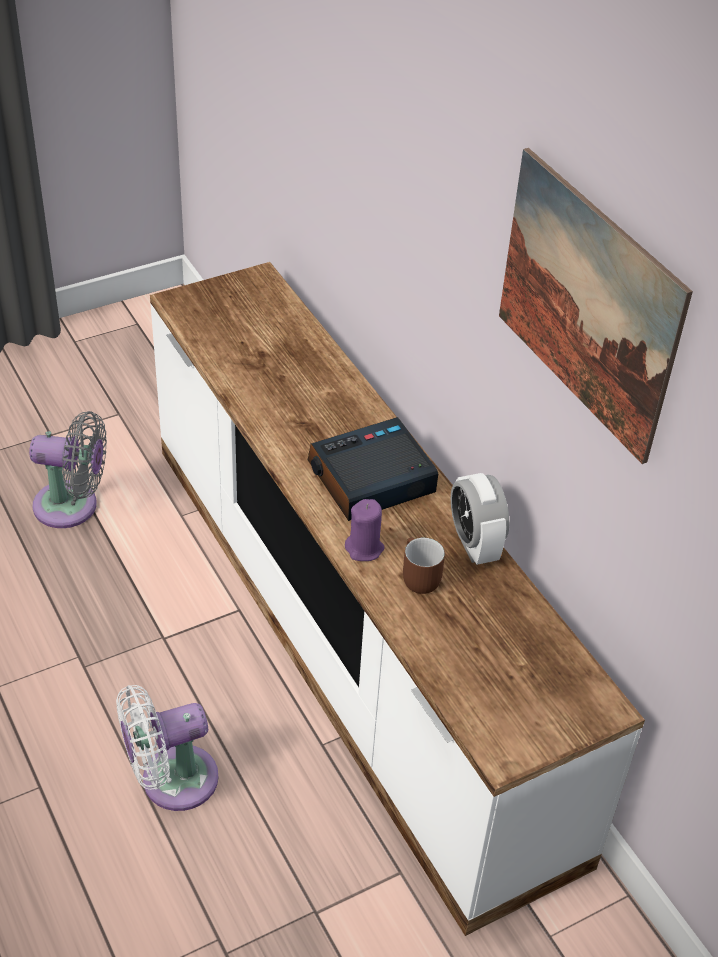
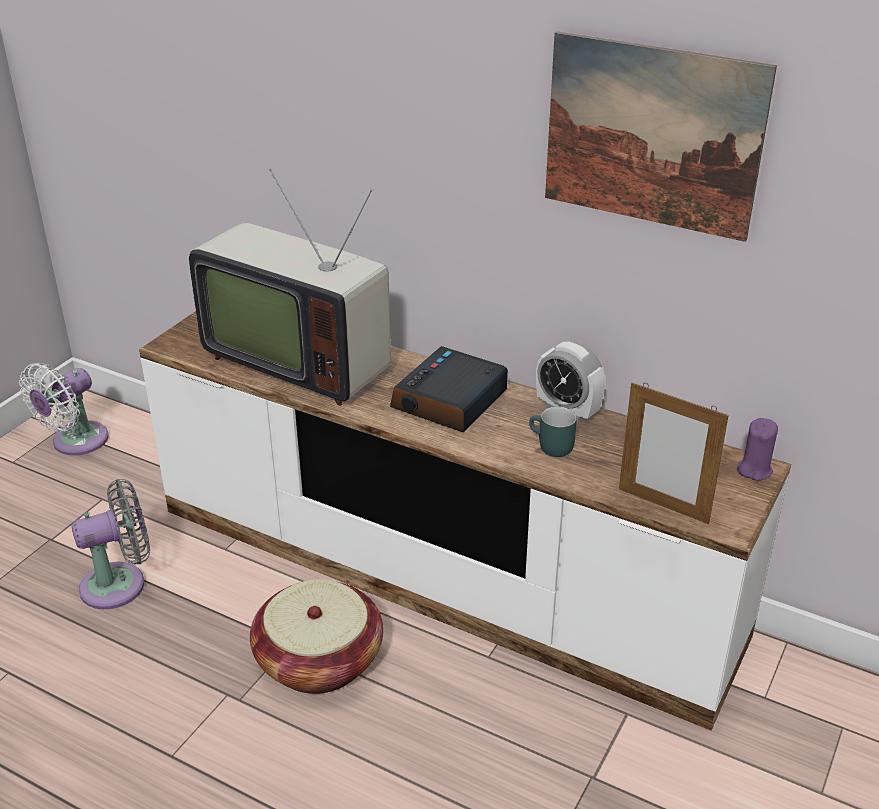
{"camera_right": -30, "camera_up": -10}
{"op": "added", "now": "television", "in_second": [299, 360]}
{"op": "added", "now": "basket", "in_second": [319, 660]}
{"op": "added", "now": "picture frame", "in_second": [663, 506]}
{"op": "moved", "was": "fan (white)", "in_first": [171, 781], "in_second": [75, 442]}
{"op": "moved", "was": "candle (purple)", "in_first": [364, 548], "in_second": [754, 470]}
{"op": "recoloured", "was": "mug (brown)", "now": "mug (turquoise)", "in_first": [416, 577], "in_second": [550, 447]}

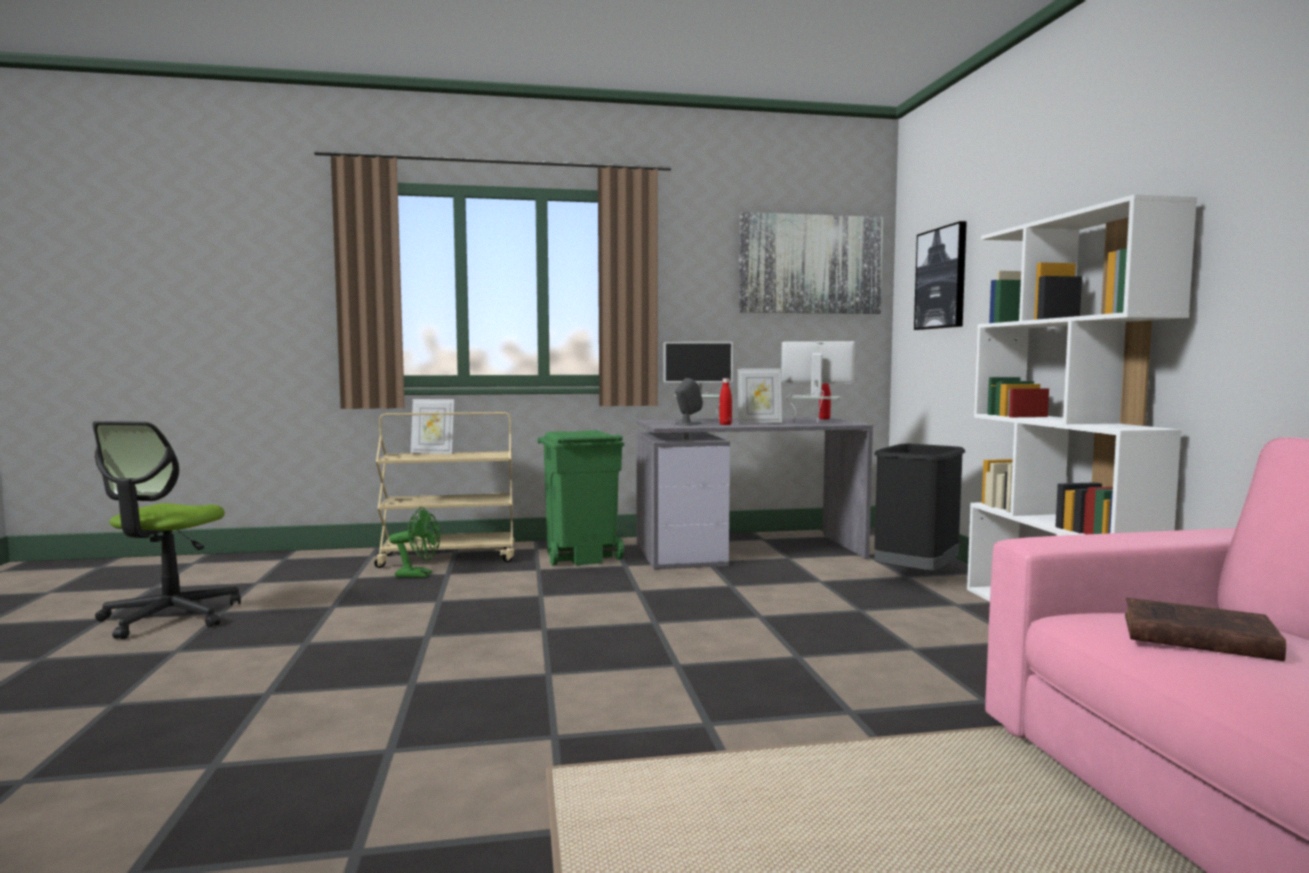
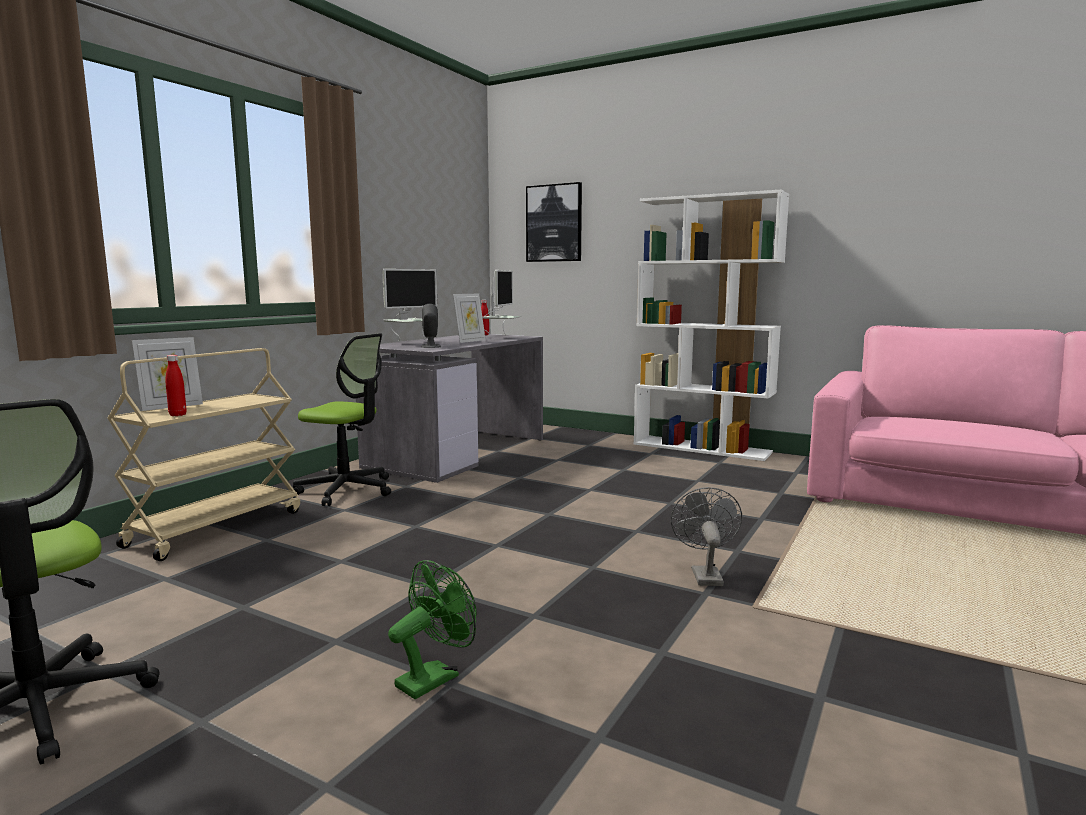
{"camera_right": -50, "camera_up": 5}
{"op": "removed", "was": "picture", "in_first": [810, 264]}
{"op": "removed", "was": "trash can (black)", "in_first": [915, 576]}
{"op": "removed", "was": "book (brown)", "in_first": [1193, 637]}
{"op": "added", "now": "fan (grey)", "in_second": [704, 574]}
{"op": "moved", "was": "fan (green)", "in_first": [419, 575], "in_second": [434, 677]}
{"op": "moved", "was": "bottle (red)", "in_first": [725, 424], "in_second": [177, 415]}
{"op": "replaced", "was": "trash can (green)", "now": "office chair", "in_first": [580, 556], "in_second": [347, 490]}
{"op": "turned", "was": "monitor", "in_first": [815, 422], "in_second": [501, 338], "clockwise": 135}

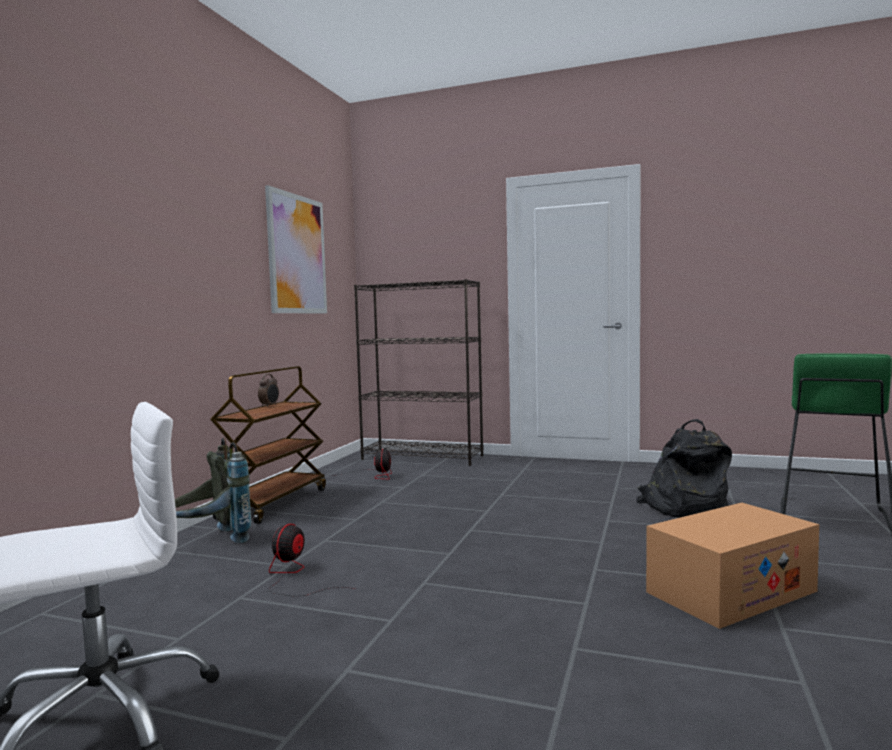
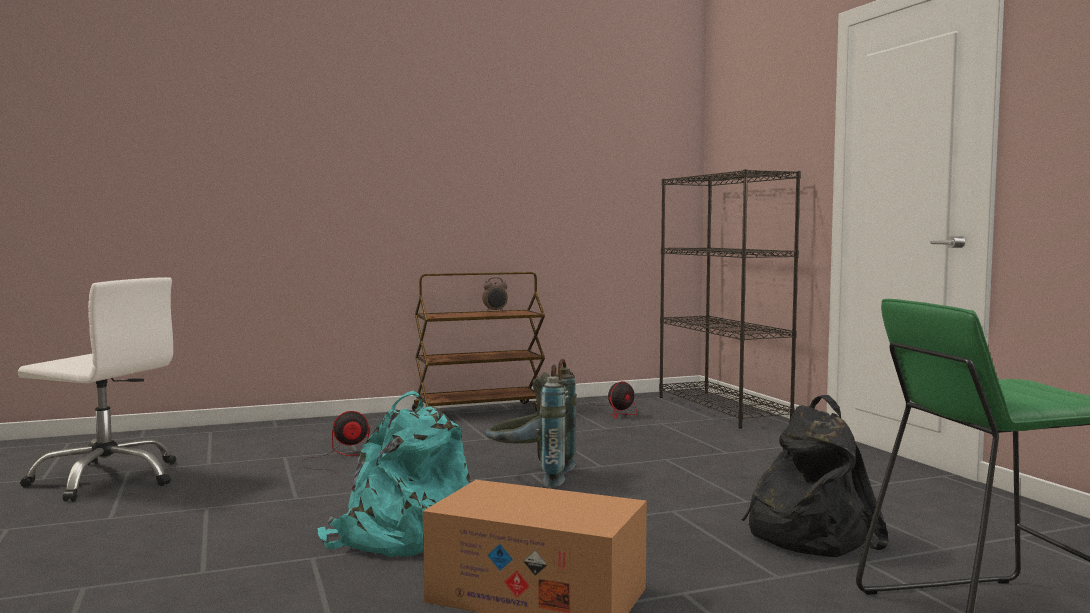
{"camera_right": 50, "camera_up": 0}
{"op": "removed", "was": "picture", "in_first": [297, 254]}
{"op": "added", "now": "backpack (turquoise)", "in_second": [400, 537]}
{"op": "moved", "was": "backpack (grey)", "in_first": [211, 541], "in_second": [532, 476]}

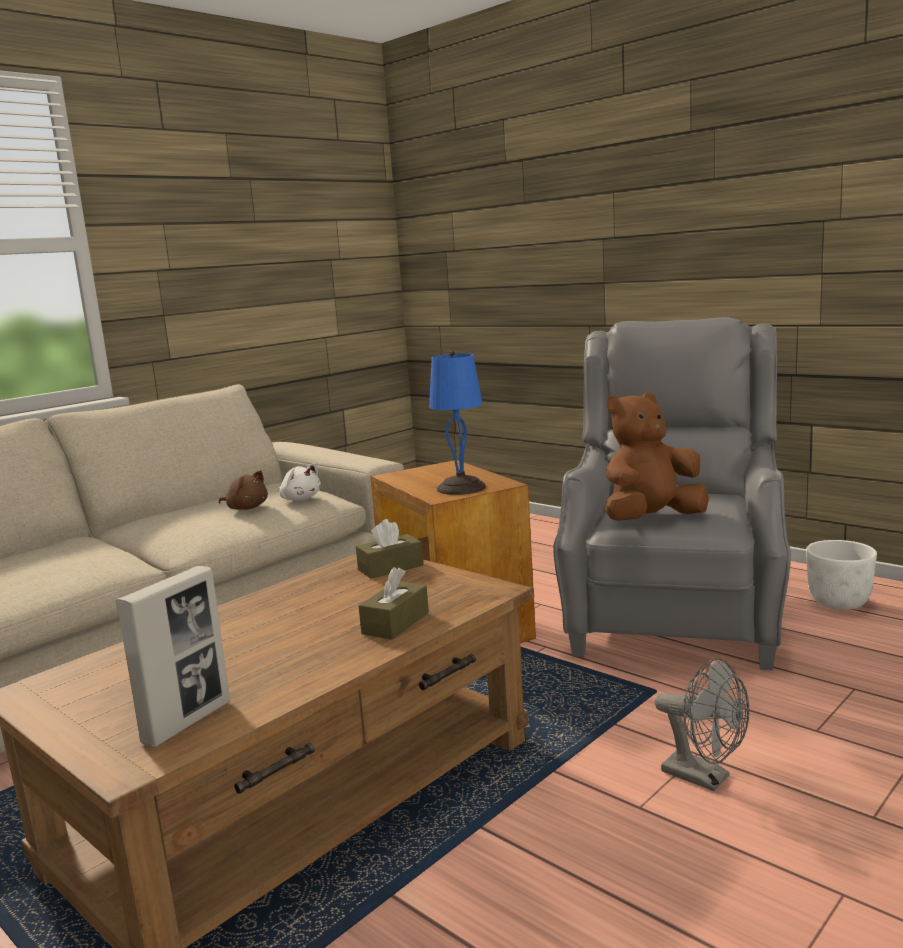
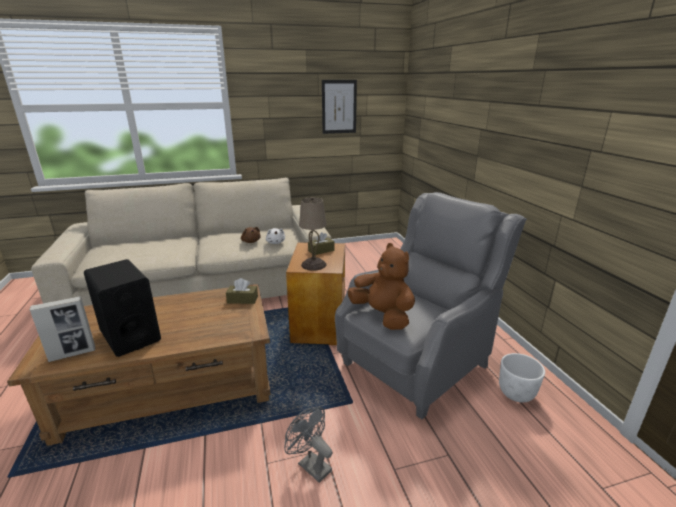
{"camera_right": 30, "camera_up": 10}
{"op": "added", "now": "speaker (black)", "in_second": [130, 335]}
{"op": "added", "now": "picture", "in_second": [339, 107]}
{"op": "moved", "was": "tissue box (brown)", "in_first": [395, 623], "in_second": [321, 250]}
{"op": "recoloured", "was": "table lamp (blue)", "now": "table lamp (beige)", "in_first": [462, 488], "in_second": [313, 265]}
{"op": "turned", "was": "plush toy (brown)", "in_first": [651, 520], "in_second": [383, 315], "clockwise": 45}
{"op": "turned", "was": "fan (grey)", "in_first": [705, 777], "in_second": [310, 464], "clockwise": 150}

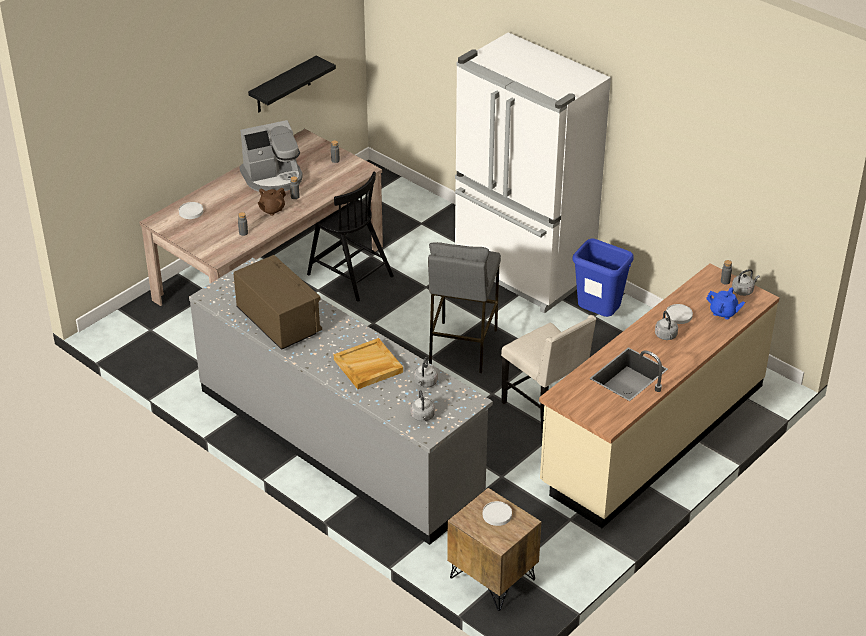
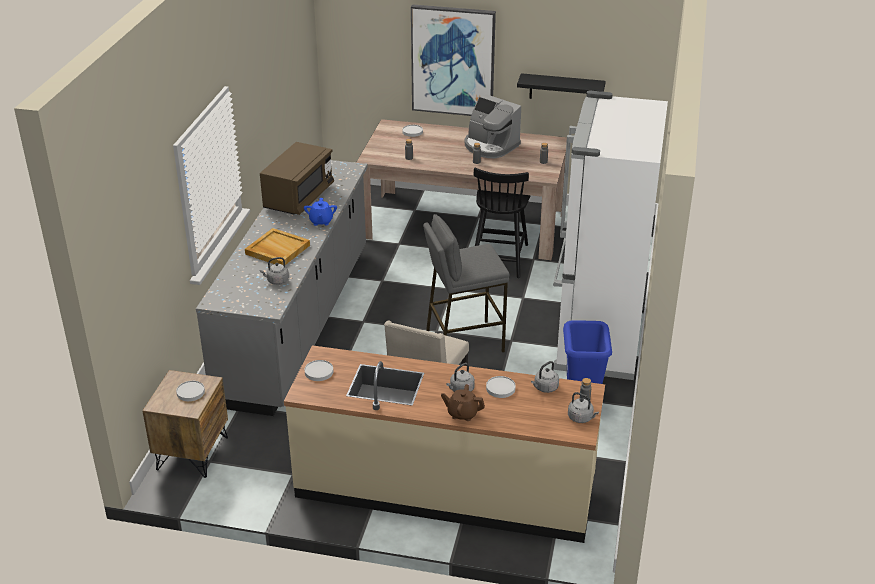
{"camera_right": 60, "camera_up": -5}
{"op": "added", "now": "plate (white)", "in_second": [319, 372]}
{"op": "added", "now": "picture", "in_second": [453, 60]}
{"op": "moved", "was": "teapot (brown)", "in_first": [272, 210], "in_second": [462, 413]}
{"op": "moved", "was": "kettle (grey)", "in_first": [423, 416], "in_second": [545, 388]}
{"op": "moved", "was": "teapot (blue)", "in_first": [723, 312], "in_second": [321, 221]}

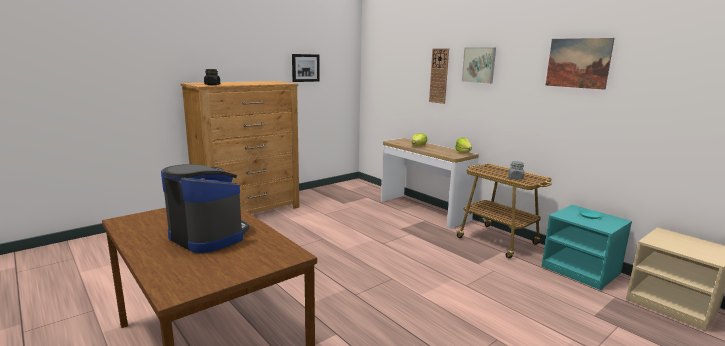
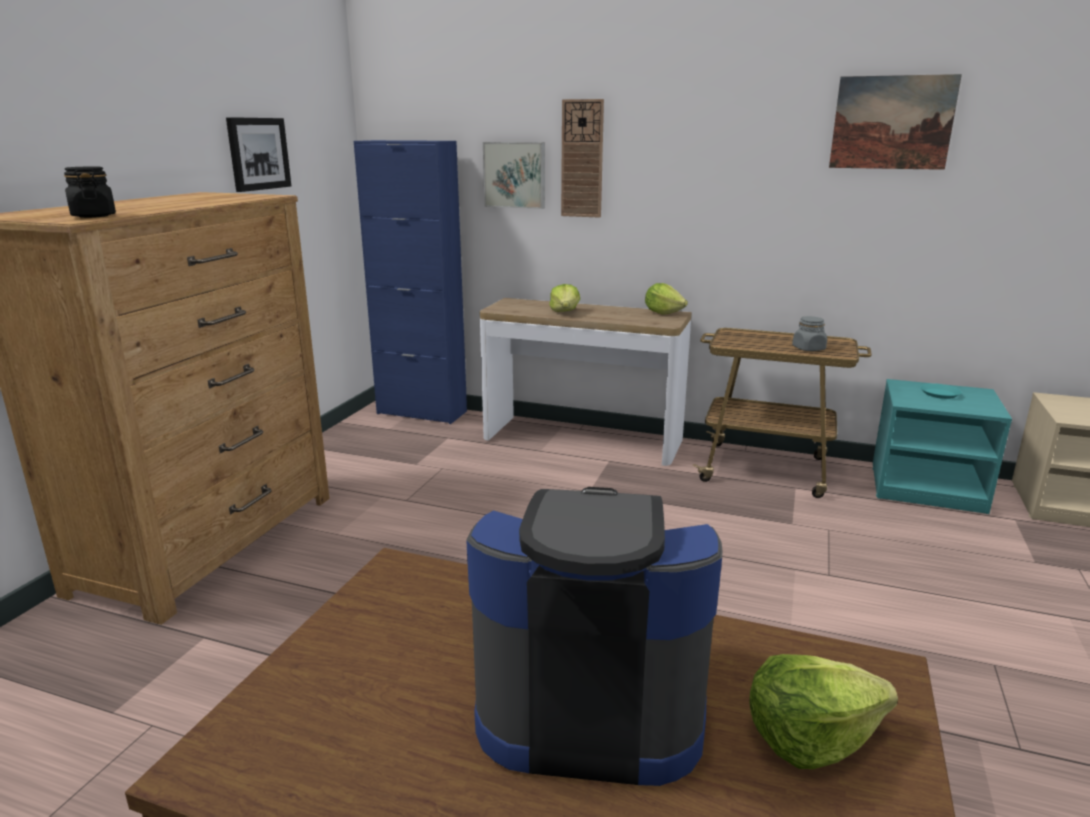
{"camera_right": -30, "camera_up": 5}
{"op": "added", "now": "cabinet (blue)", "in_second": [422, 412]}
{"op": "added", "now": "lettuce", "in_second": [810, 736]}
{"op": "moved", "was": "picture", "in_first": [479, 65], "in_second": [515, 175]}

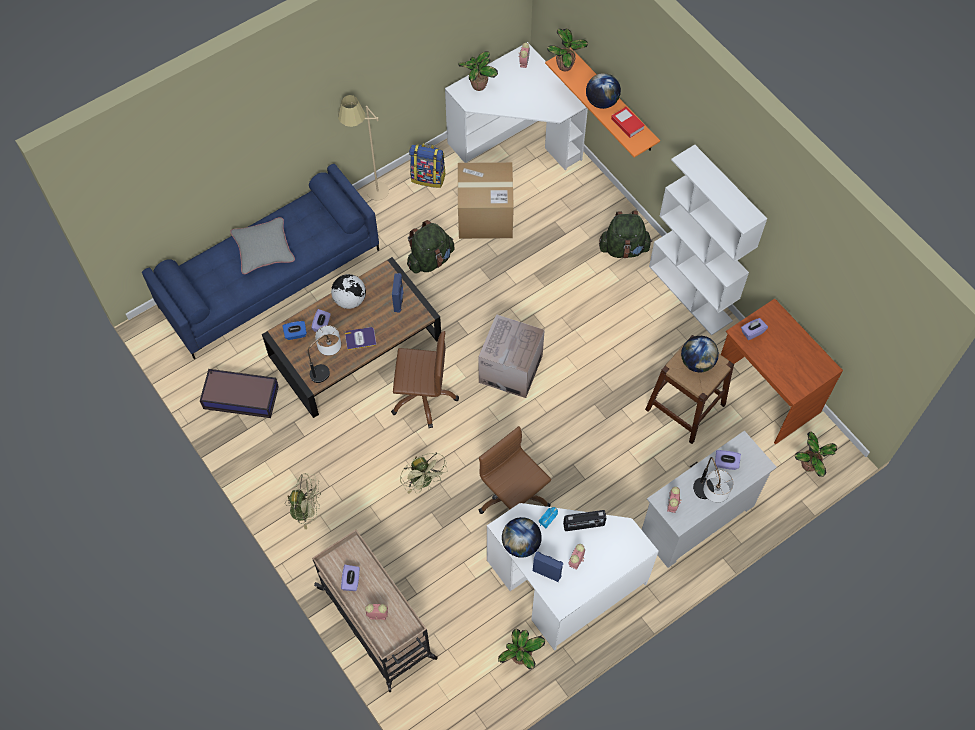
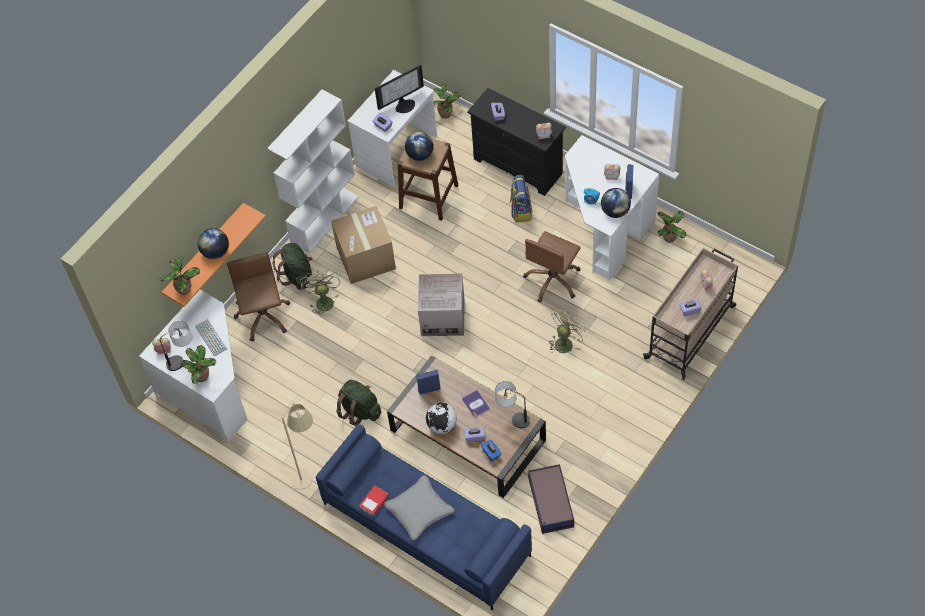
{"camera_right": -105, "camera_up": -5}
{"op": "removed", "was": "radio", "in_first": [584, 525]}
{"op": "added", "now": "keyboard", "in_second": [210, 337]}
{"op": "added", "now": "monitor", "in_second": [404, 104]}
{"op": "moved", "was": "fan (green)", "in_first": [306, 510], "in_second": [323, 300]}
{"op": "moved", "was": "office chair (brown)", "in_first": [423, 396], "in_second": [263, 317]}
{"op": "moved", "was": "backpack", "in_first": [428, 177], "in_second": [520, 210]}
{"op": "moved", "was": "cardboard box", "in_first": [485, 216], "in_second": [366, 258]}
{"op": "moved", "was": "book", "in_first": [627, 124], "in_second": [374, 502]}
{"op": "moved", "was": "table lamp", "in_first": [707, 499], "in_second": [183, 359]}
{"op": "recoloured", "was": "dresser (white)", "now": "dresser (black)", "in_first": [696, 520], "in_second": [518, 166]}
{"op": "recoloured", "was": "desk (brown)", "now": "desk (white)", "in_first": [765, 394], "in_second": [397, 152]}

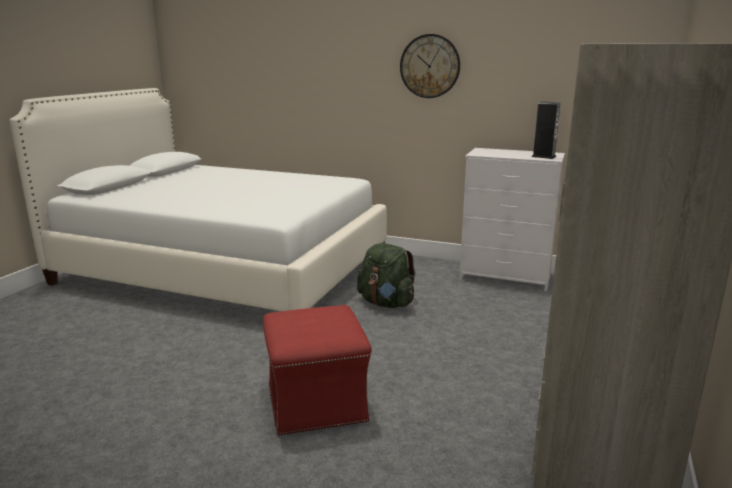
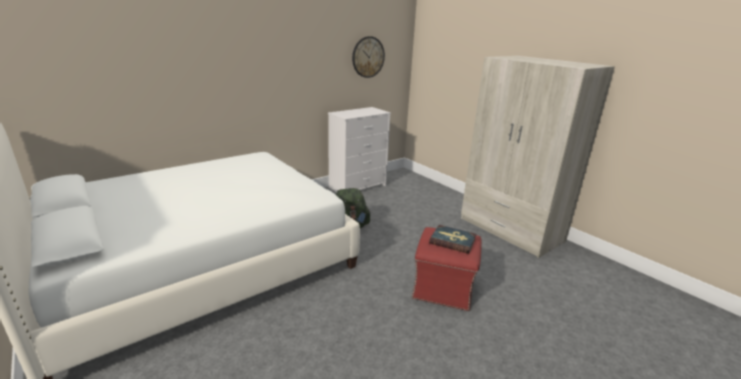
{"camera_right": -60, "camera_up": 5}
{"op": "removed", "was": "speaker", "in_first": [543, 156]}
{"op": "added", "now": "book", "in_second": [452, 241]}
{"op": "moved", "was": "wall clock", "in_first": [430, 66], "in_second": [368, 57]}

